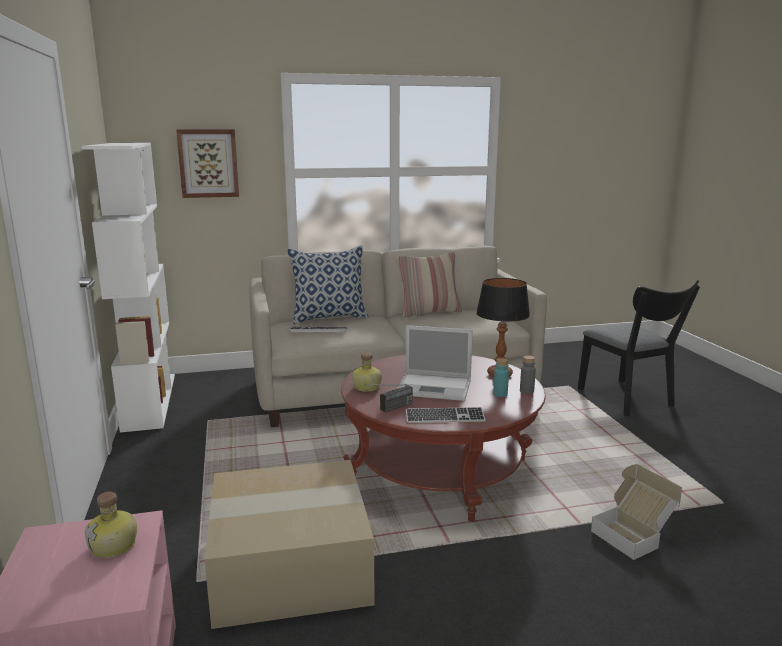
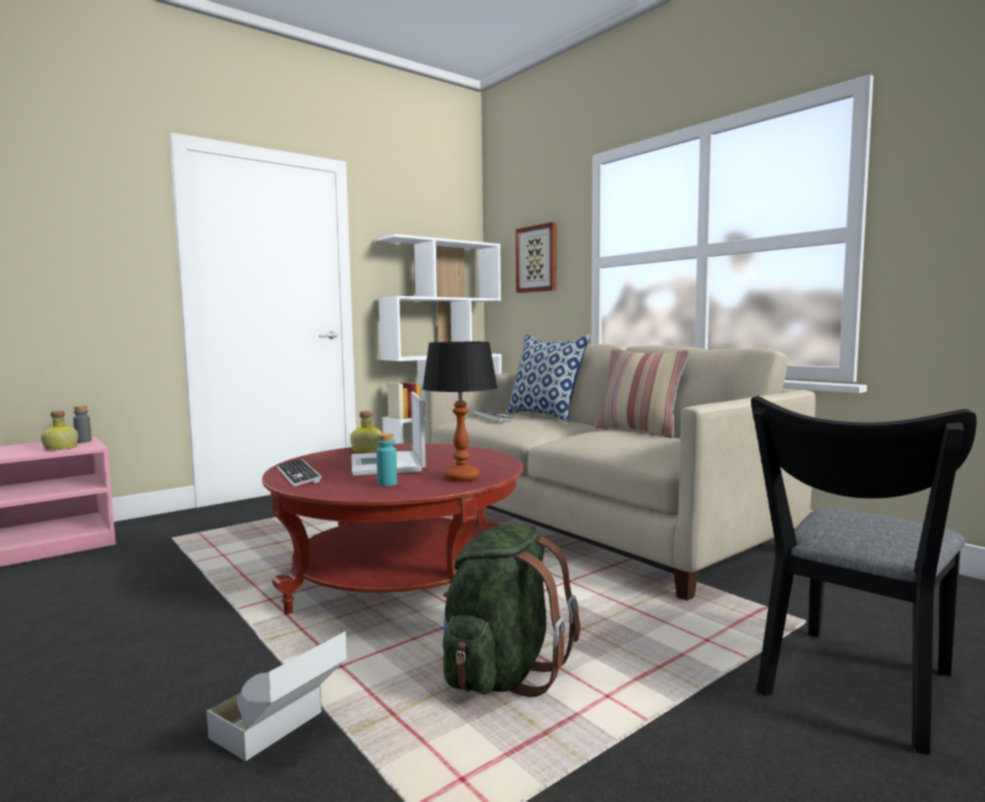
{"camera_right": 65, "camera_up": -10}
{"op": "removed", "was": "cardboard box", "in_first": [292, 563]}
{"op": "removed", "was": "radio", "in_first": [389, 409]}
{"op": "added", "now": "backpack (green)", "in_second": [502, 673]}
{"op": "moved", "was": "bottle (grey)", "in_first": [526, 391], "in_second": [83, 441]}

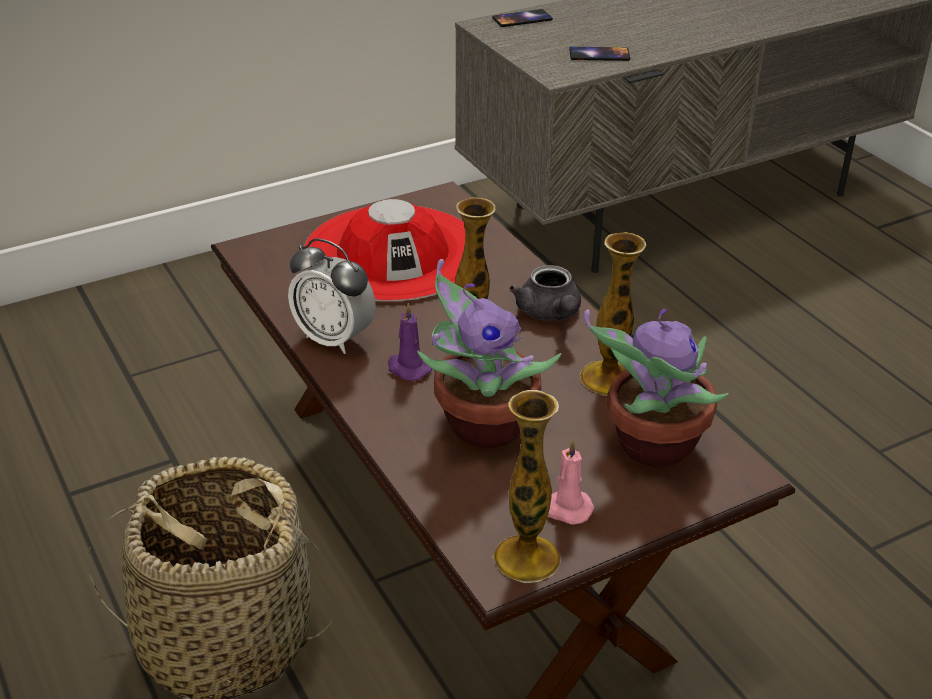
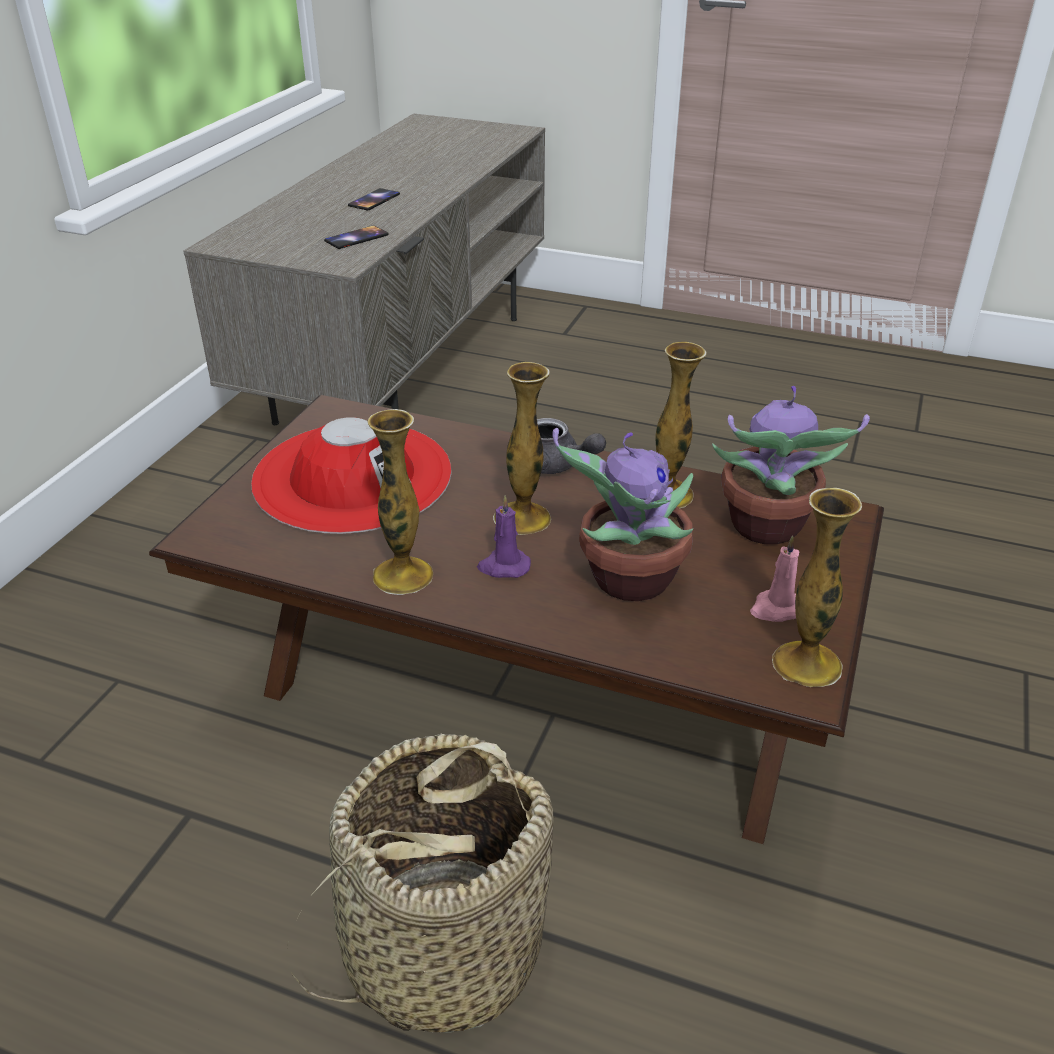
{"camera_right": -40, "camera_up": 0}
{"op": "moved", "was": "phone", "in_first": [522, 19], "in_second": [374, 200]}
{"op": "replaced", "was": "alarm clock", "now": "vase", "in_first": [334, 339], "in_second": [403, 575]}

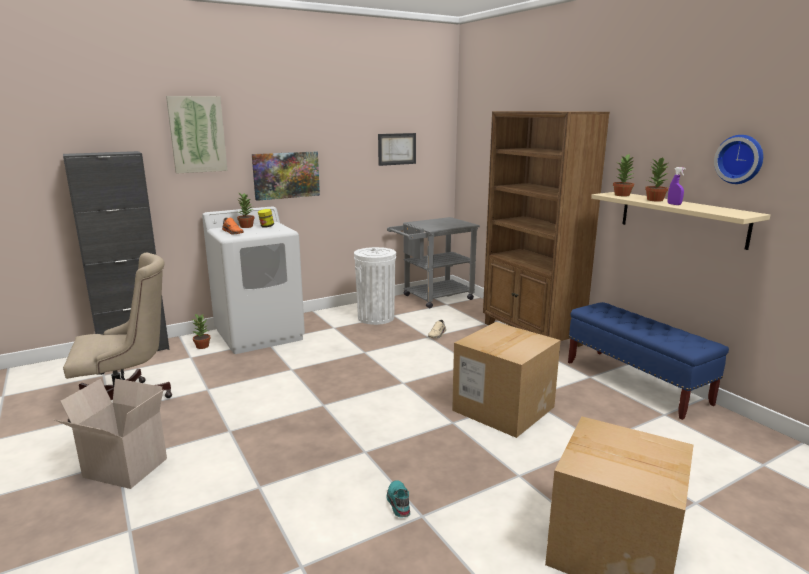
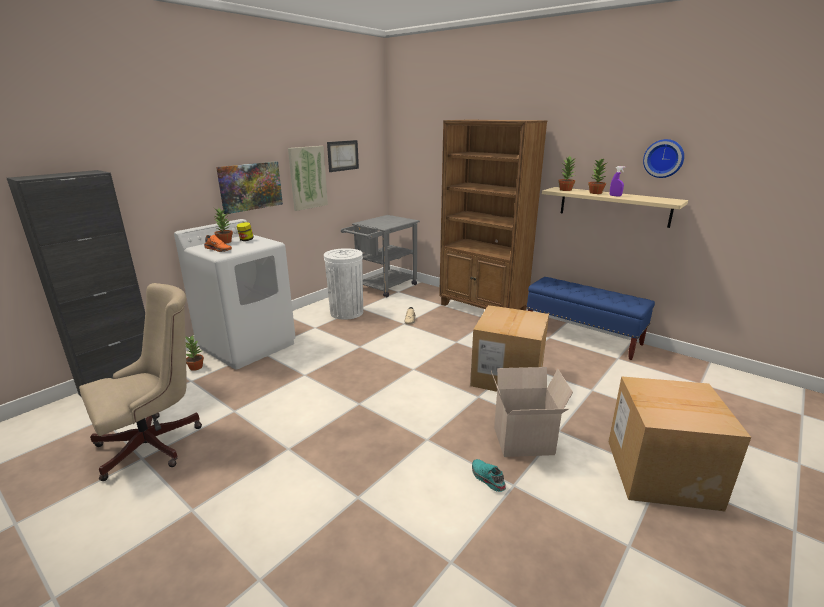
{"camera_right": -20, "camera_up": 5}
{"op": "moved", "was": "cardboard box", "in_first": [123, 469], "in_second": [523, 442]}
{"op": "moved", "was": "picture", "in_first": [197, 134], "in_second": [307, 177]}

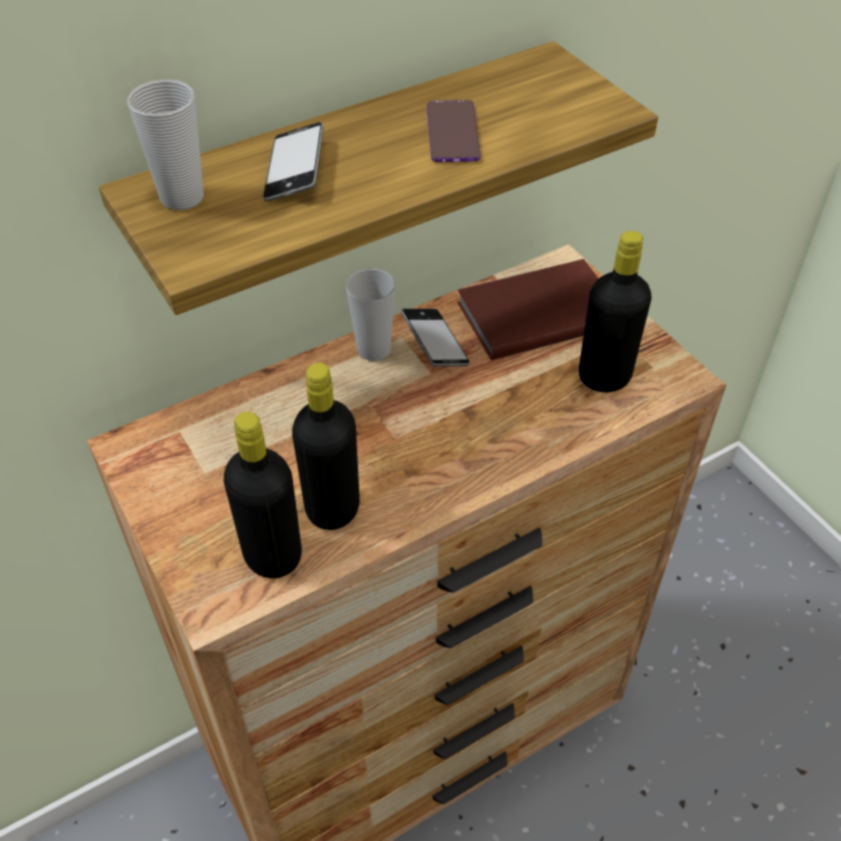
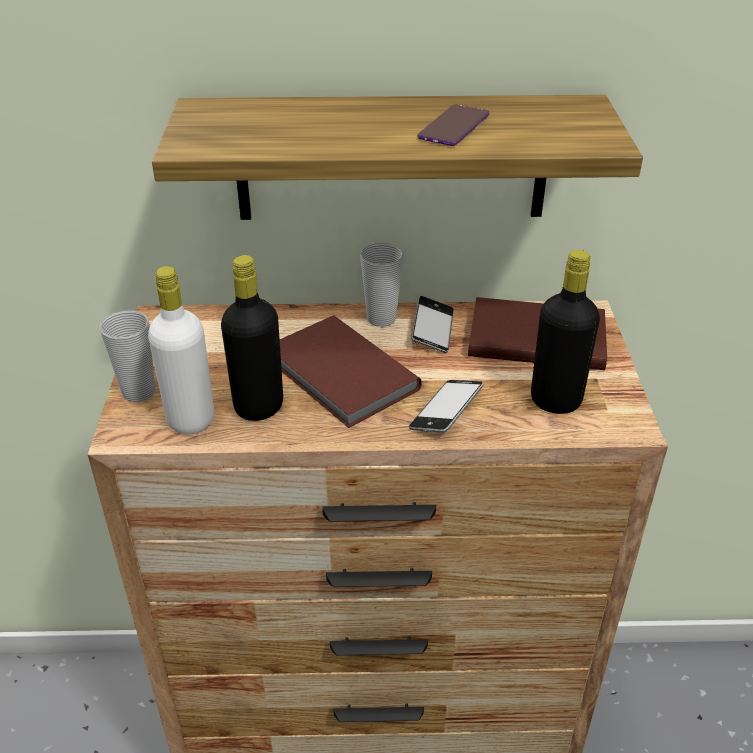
{"camera_right": 30, "camera_up": -10}
{"op": "added", "now": "book (brown)", "in_second": [340, 376]}
{"op": "moved", "was": "cup", "in_first": [182, 197], "in_second": [138, 392]}
{"op": "moved", "was": "phone", "in_first": [295, 170], "in_second": [446, 412]}
{"op": "recoloured", "was": "bottle (black)", "now": "bottle (white)", "in_first": [273, 556], "in_second": [191, 419]}

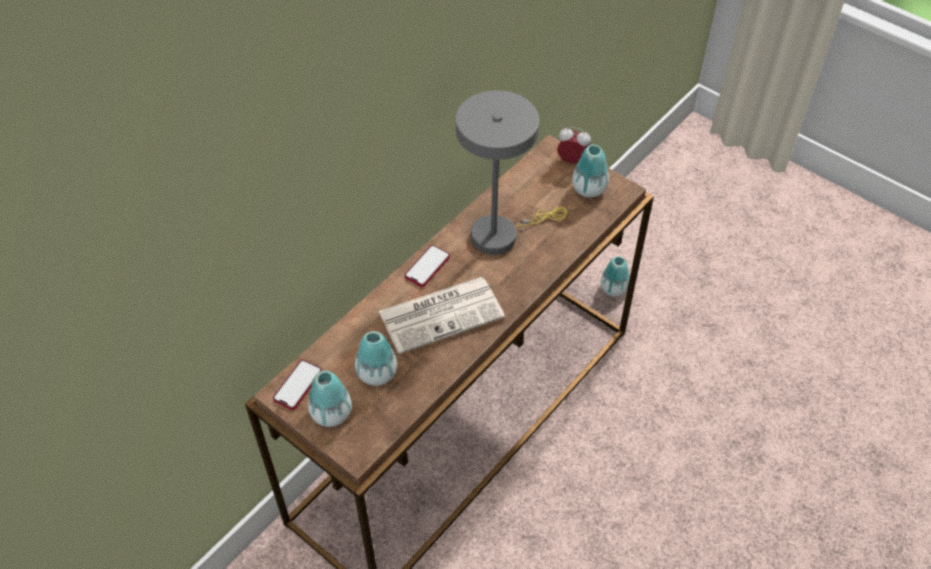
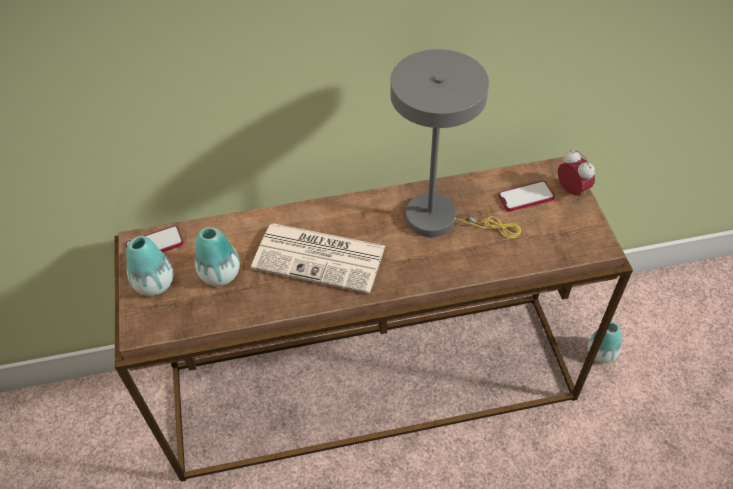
{"camera_right": 40, "camera_up": 0}
{"op": "removed", "was": "vase", "in_first": [589, 189]}
{"op": "moved", "was": "phone", "in_first": [427, 267], "in_second": [526, 197]}

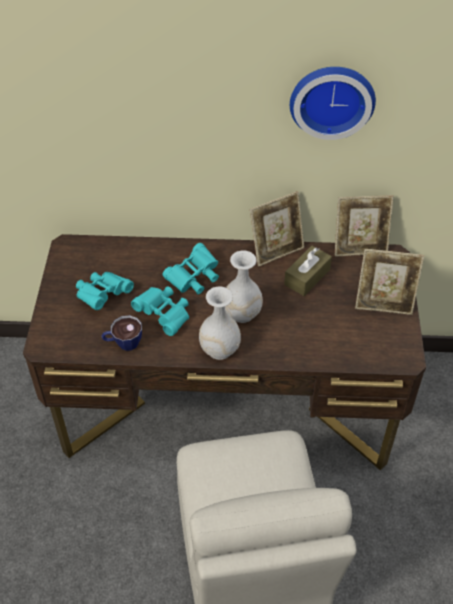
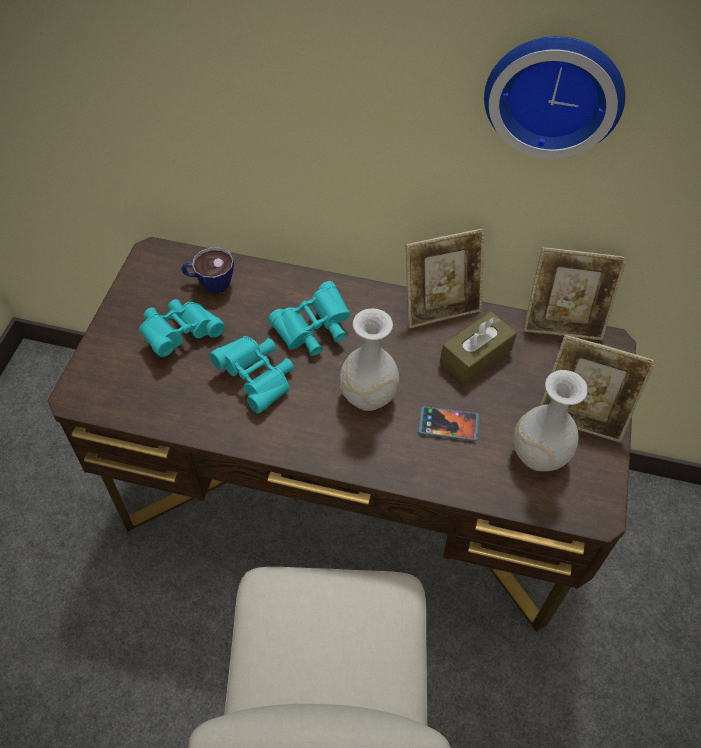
{"camera_right": 10, "camera_up": 5}
{"op": "added", "now": "phone", "in_second": [448, 425]}
{"op": "moved", "was": "cup", "in_first": [123, 343], "in_second": [209, 283]}
{"op": "moved", "was": "vase (white)", "in_first": [219, 349], "in_second": [538, 454]}

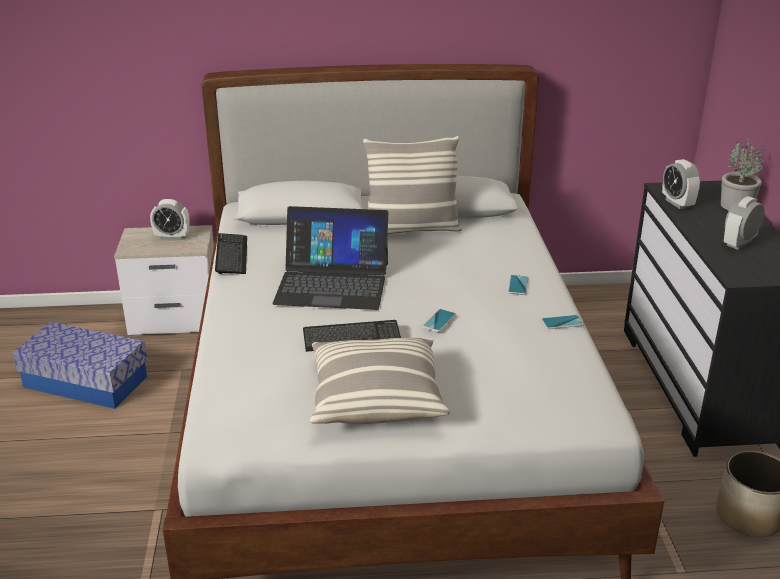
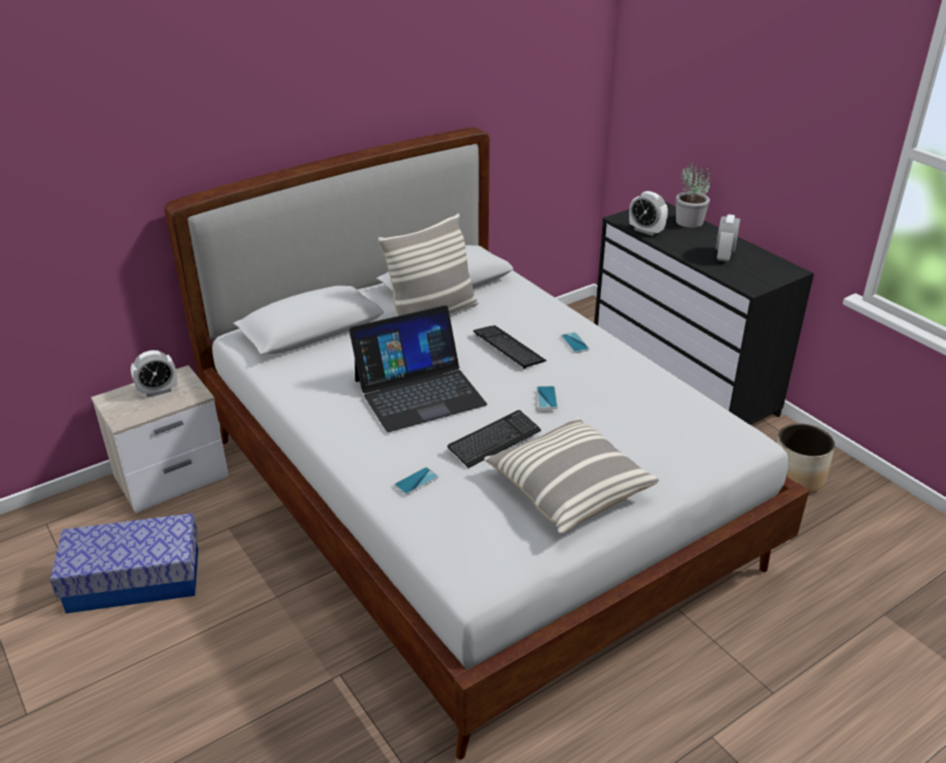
{"camera_right": -30, "camera_up": 5}
{"op": "moved", "was": "keyboard", "in_first": [231, 255], "in_second": [508, 348]}
{"op": "moved", "was": "phone", "in_first": [562, 322], "in_second": [416, 481]}

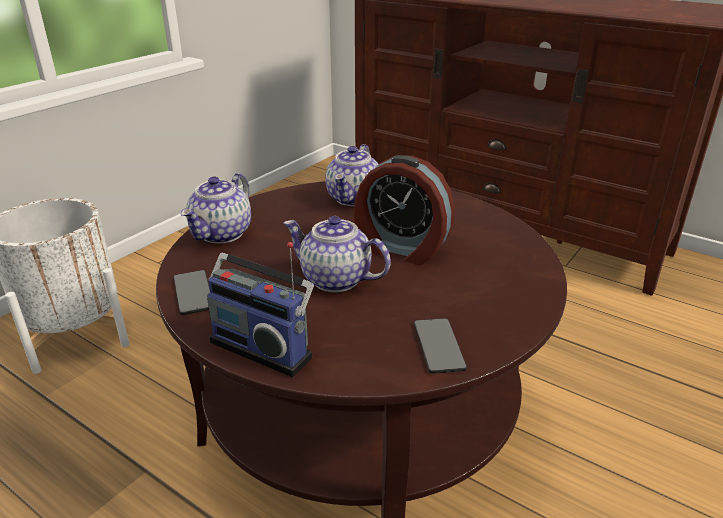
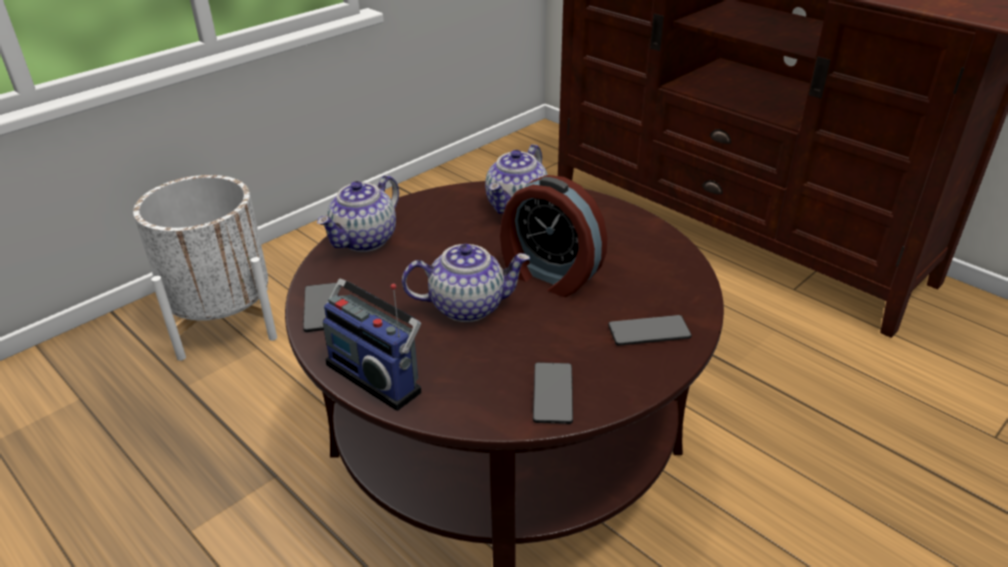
{"camera_right": 10, "camera_up": 5}
{"op": "added", "now": "phone", "in_second": [649, 332]}
{"op": "turned", "was": "teapot", "in_first": [334, 279], "in_second": [468, 306], "clockwise": 135}

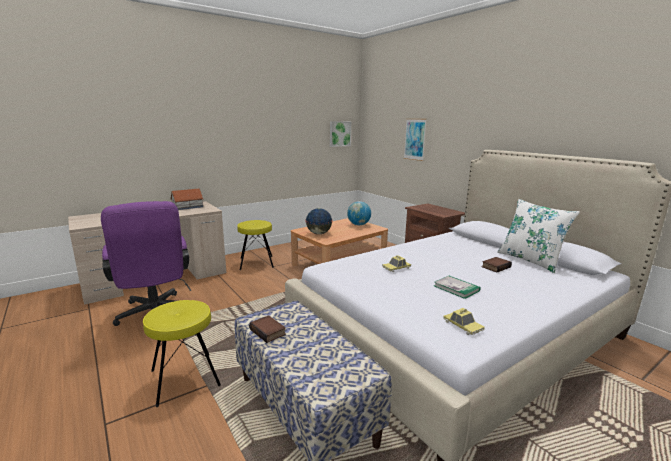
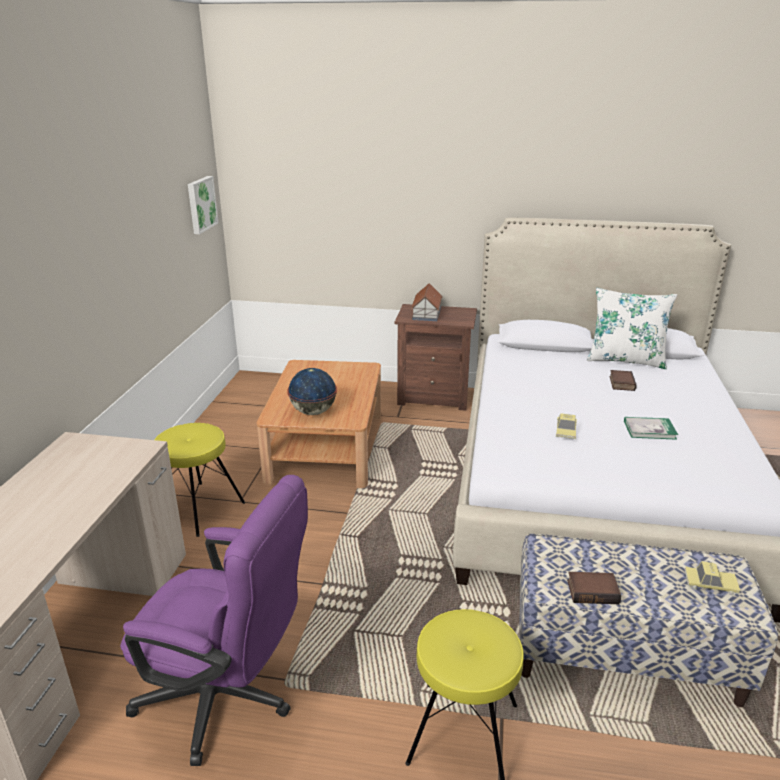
{"camera_right": -45, "camera_up": 10}
{"op": "removed", "was": "globe", "in_first": [358, 224]}
{"op": "removed", "was": "picture", "in_first": [415, 139]}
{"op": "moved", "was": "toy house", "in_first": [188, 207], "in_second": [427, 313]}
{"op": "moved", "was": "toy car", "in_first": [462, 326], "in_second": [710, 584]}

